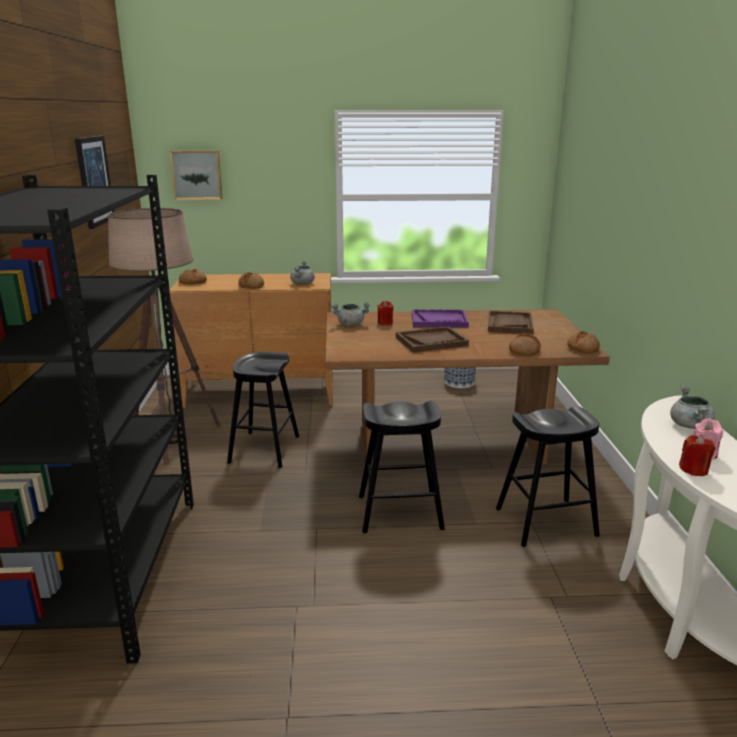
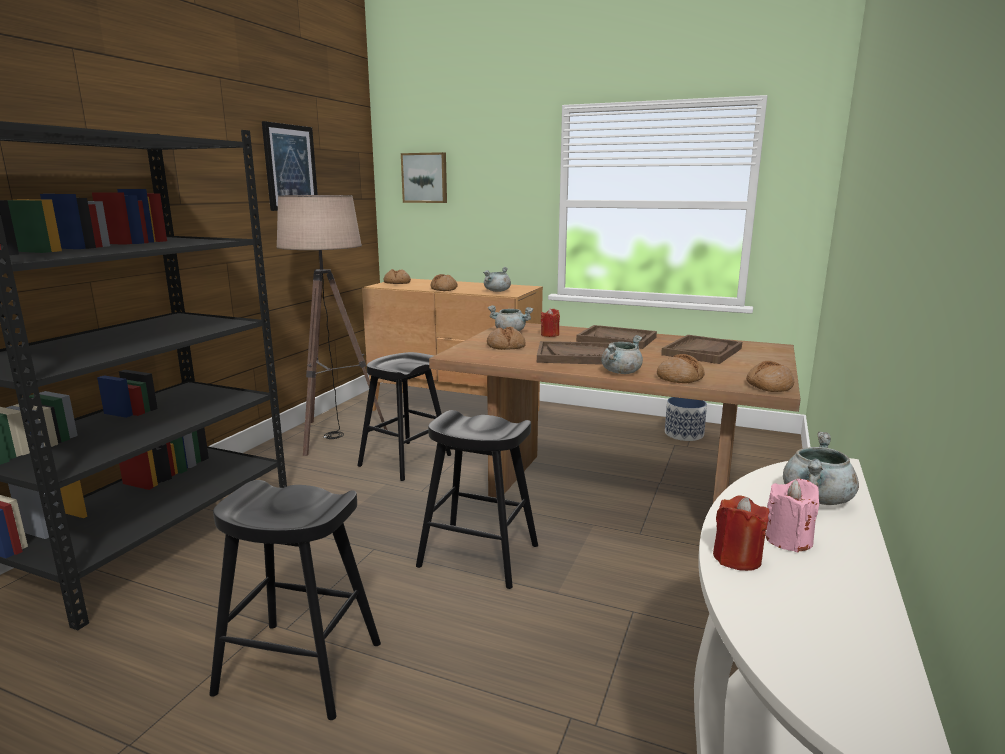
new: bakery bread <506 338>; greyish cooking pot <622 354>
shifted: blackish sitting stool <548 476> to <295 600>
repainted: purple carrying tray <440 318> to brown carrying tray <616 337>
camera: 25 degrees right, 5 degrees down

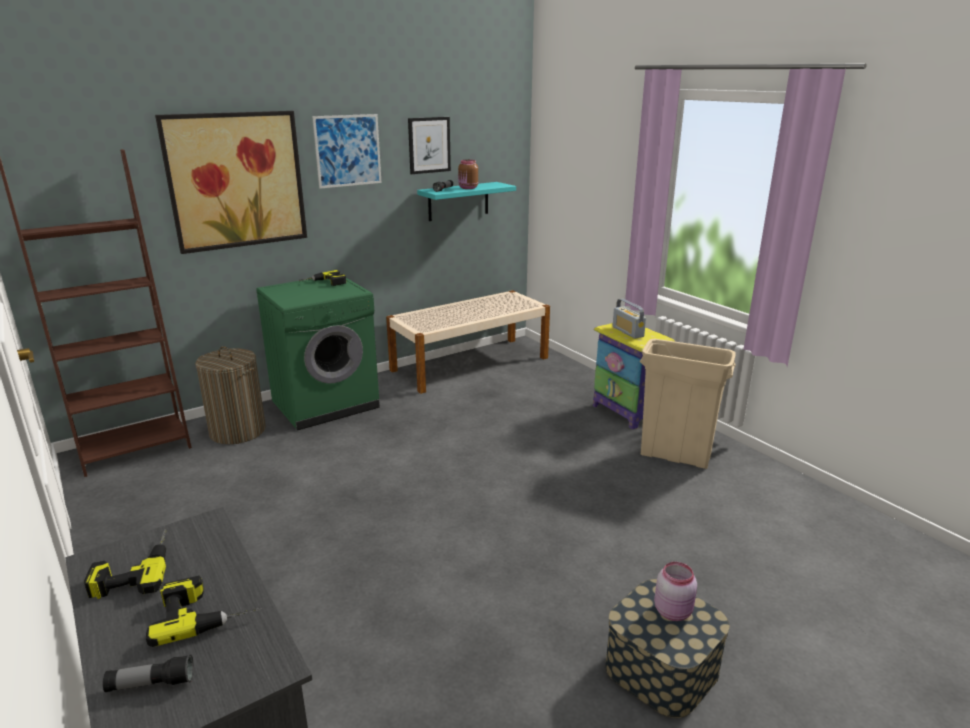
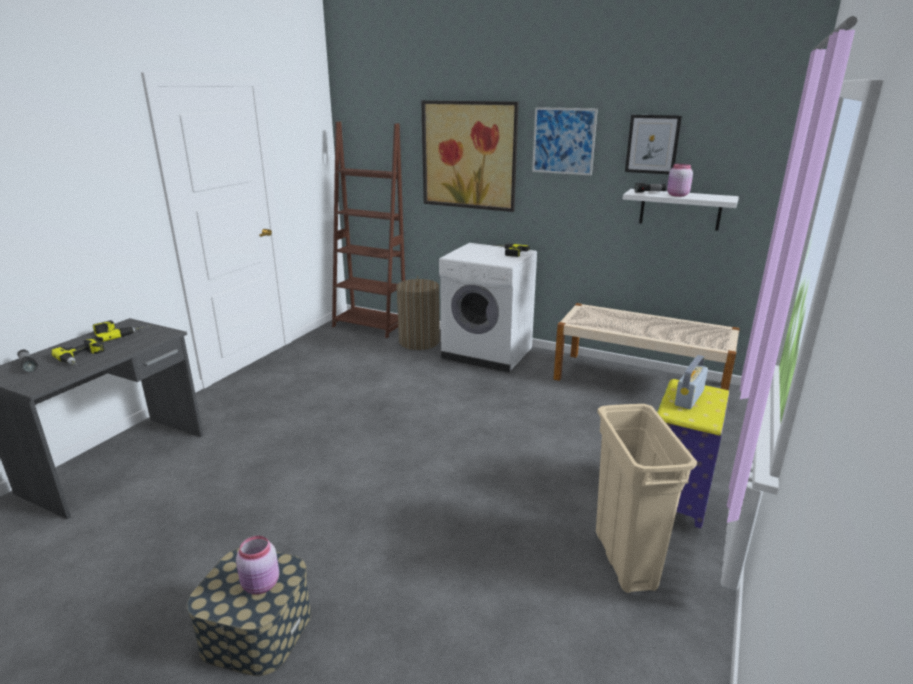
repainted: greenish laundry machine <318 354> to white laundry machine <488 307>; blue-green shelf <466 201> to white shelf <681 210>; brown preserve jar <468 174> to pinkish preserve jar <680 180>
camera: 60 degrees right, 0 degrees up

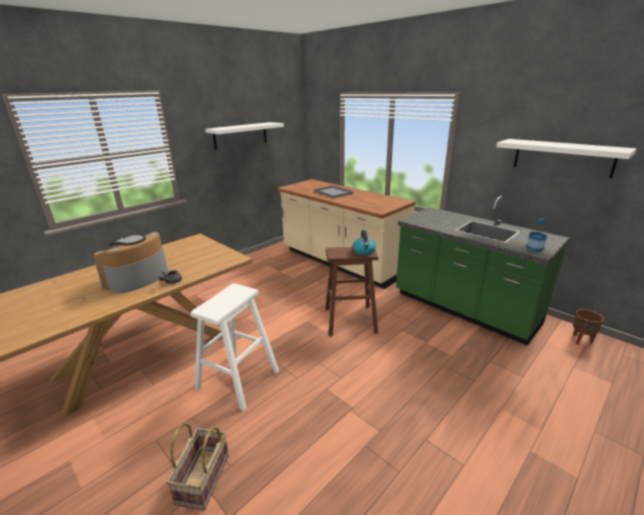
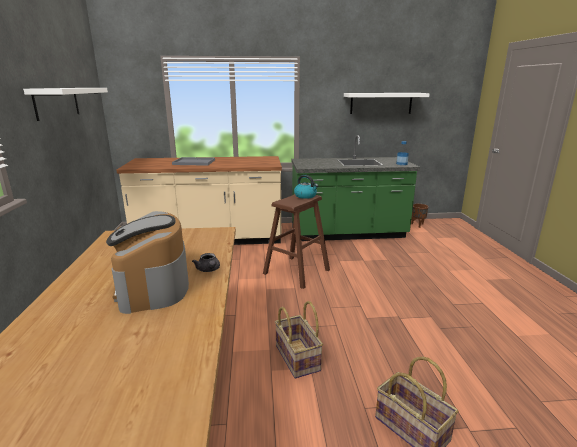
swapped: white sitting stool <234 347> to storage basket <299 339>
camera: 50 degrees left, 5 degrees down

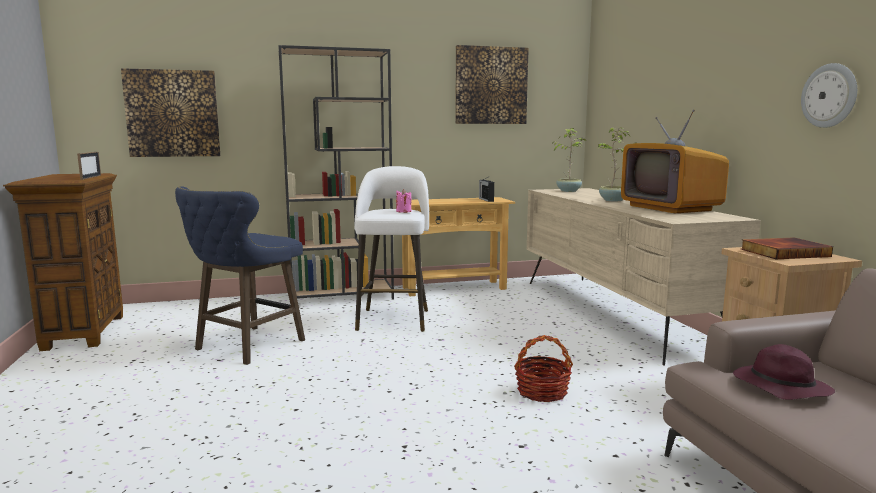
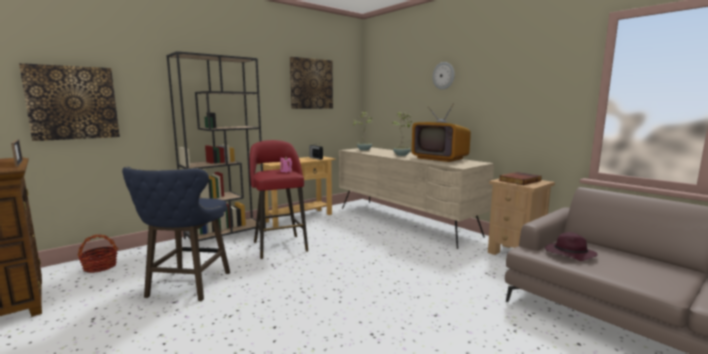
shifted: storage basket <543 368> to <98 254>; clock on the wall <829 95> to <443 76>
repainted: white sitting stool <391 249> to reddish sitting stool <279 199>
camera: 25 degrees left, 0 degrees up

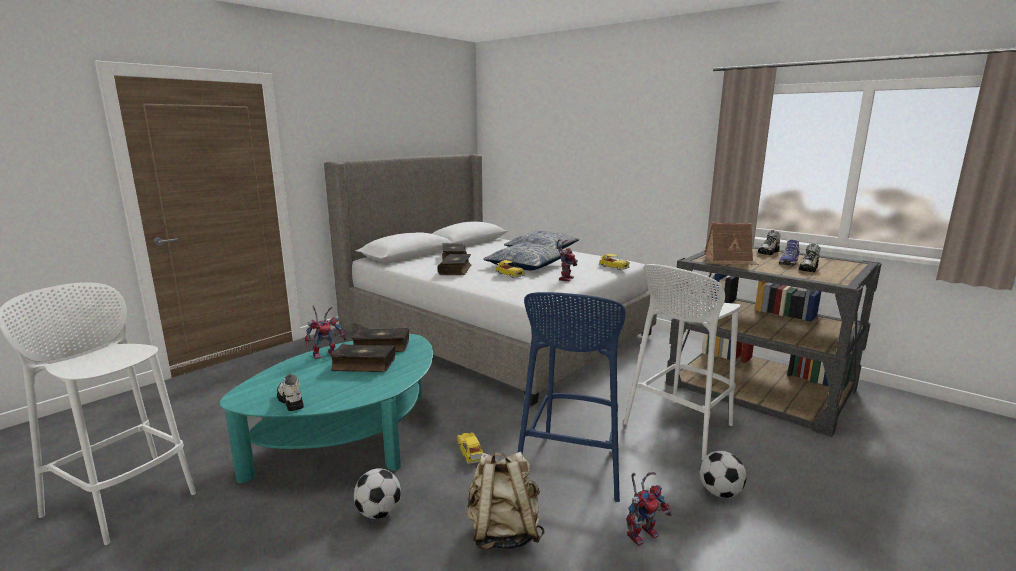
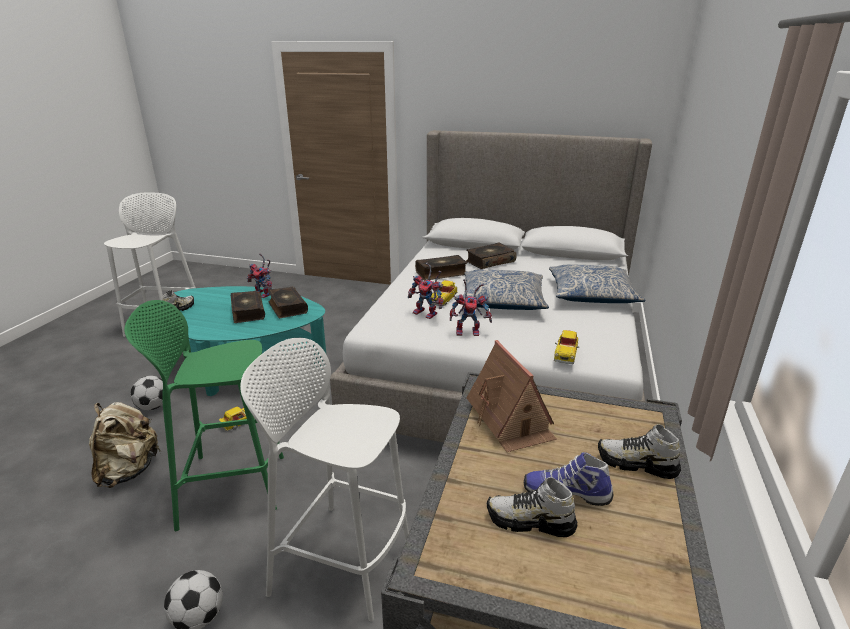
shifted: robot figure <648 509> to <425 291>
repainted: bluish sitting stool <572 397> to greenish sitting stool <204 415>
camera: 65 degrees right, 10 degrees up

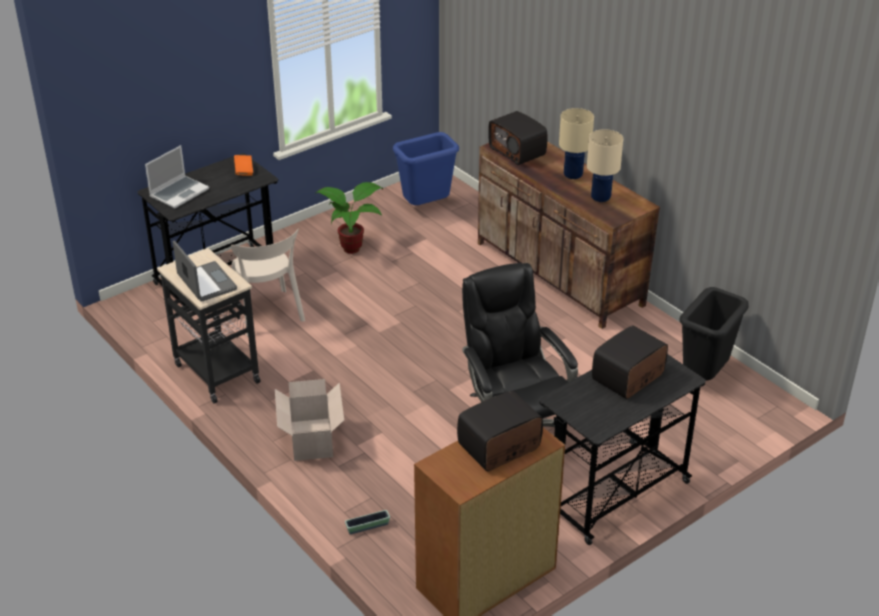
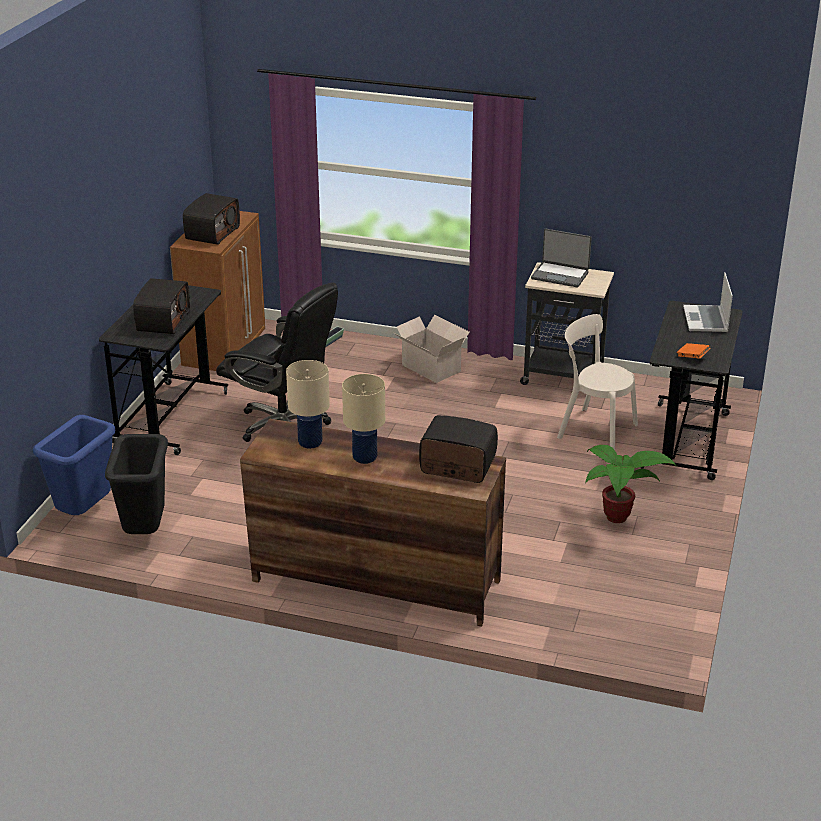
shifted: bluish rubbish bin <426 170> to <74 465>
camera: 145 degrees right, 5 degrees down

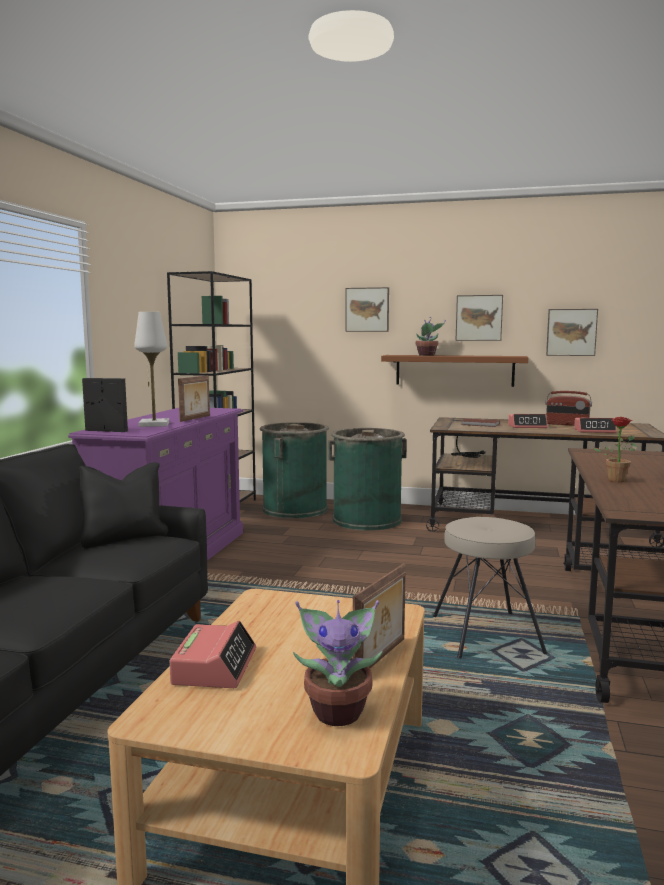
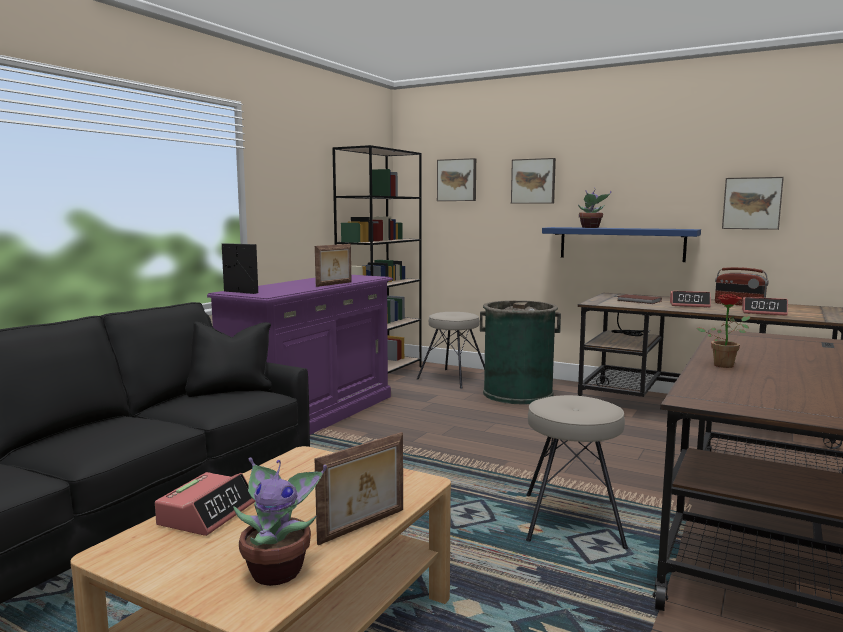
gone: white table lamp <151 369>
shifted: wall art <479 318> to <456 179>
swapped: greenish rubbish bin <294 470> to beige-coloured sitting stool <451 350>
repainted: brown shelf <454 371> to bluish shelf <621 244>
camera: 15 degrees right, 0 degrees up

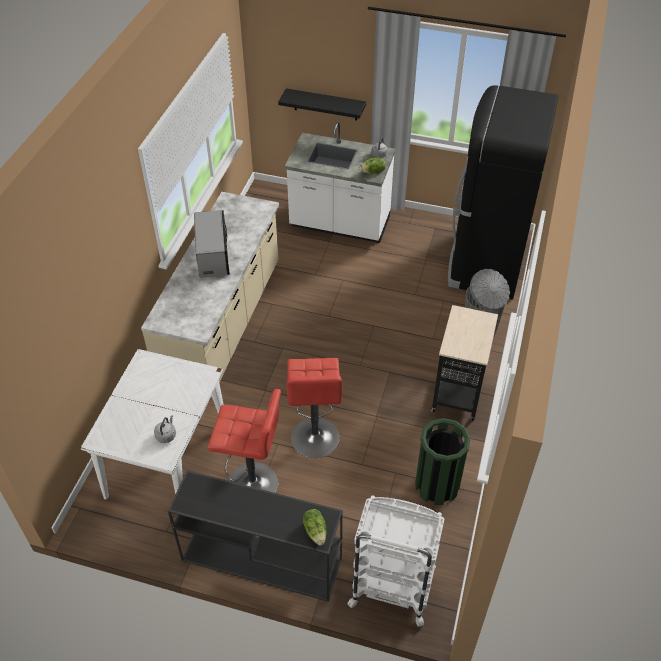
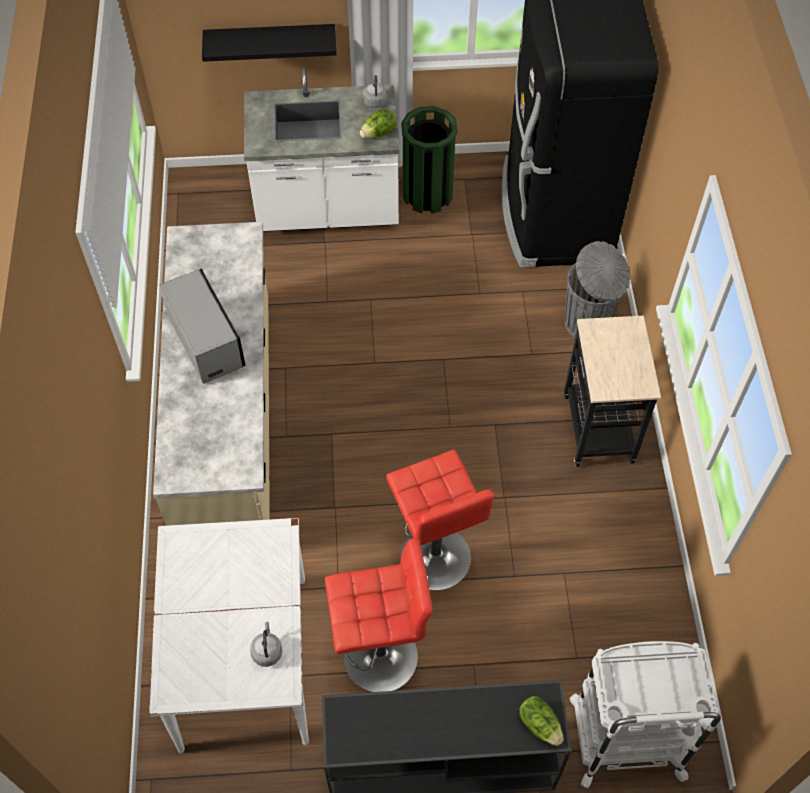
shifted: greenish rubbish bin <443 461> to <429 160>
camera: 20 degrees left, 10 degrees up

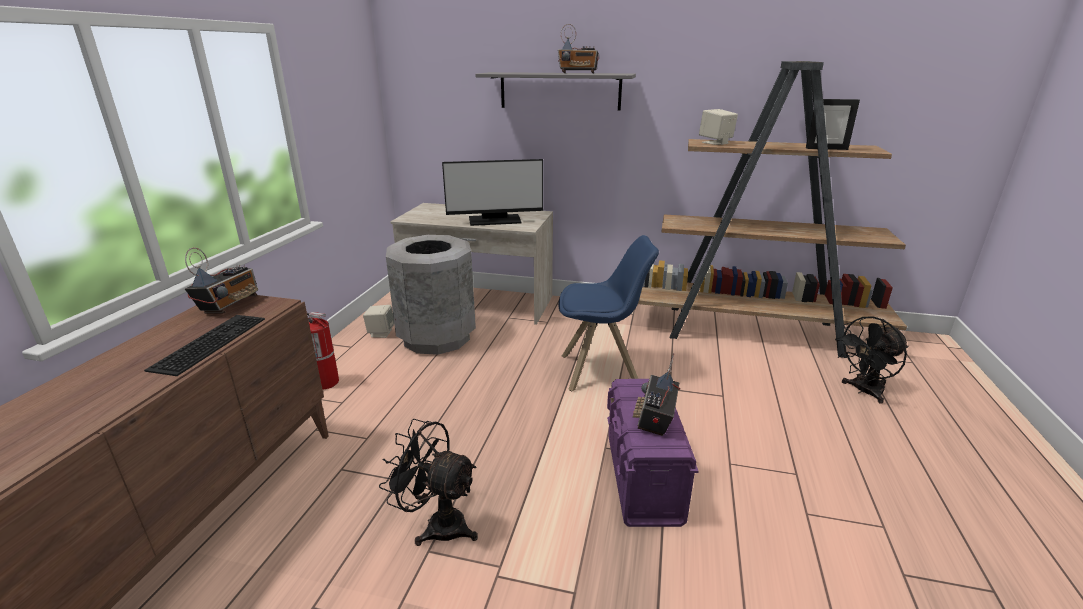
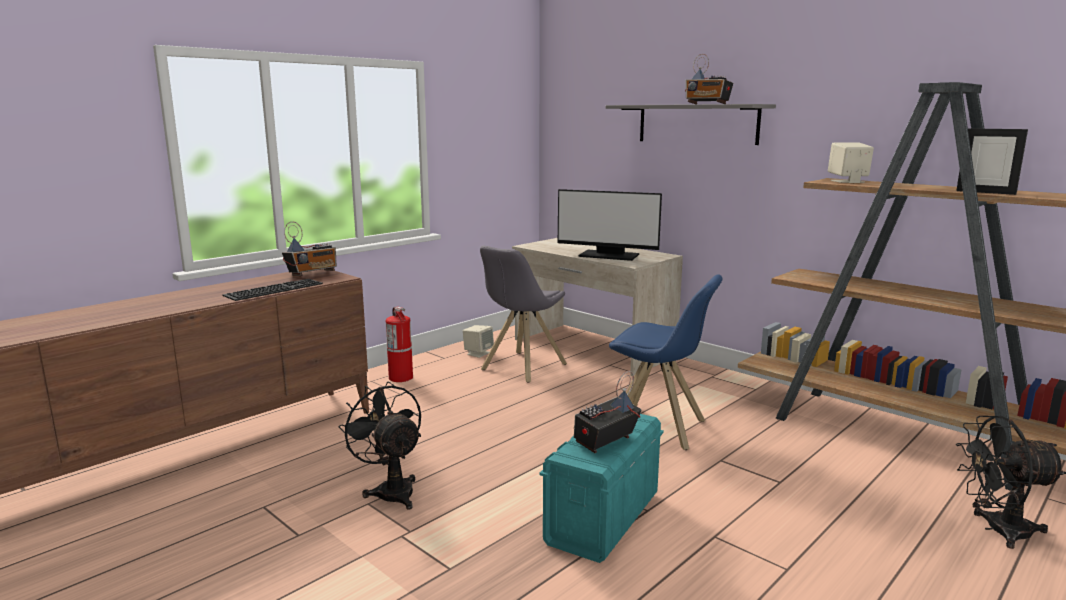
swapped: greyish rubbish bin <431 295> to greyish upright chair <523 314>
repainted: purple storage container <652 453> to blue-green storage container <601 488>
camera: 30 degrees right, 10 degrees down

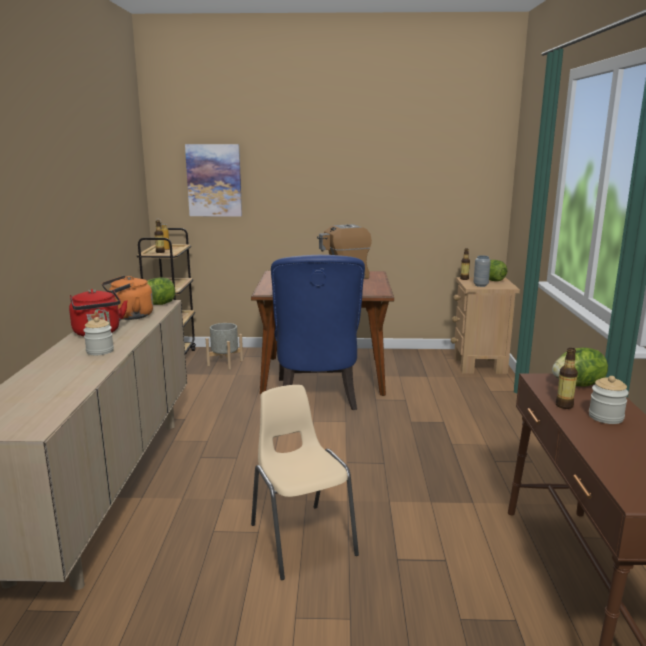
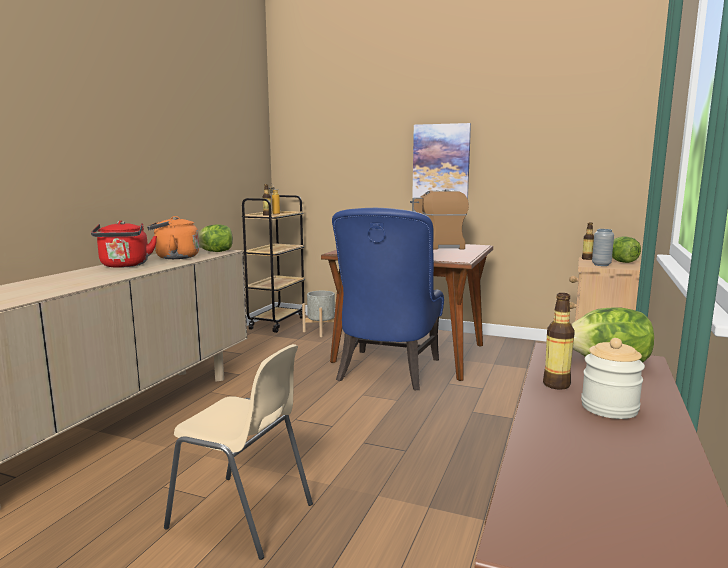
gone: preserve jar <98 336>
shifted: wall art <213 180> to <441 161>
rotated: beige-coloured upright chair <305 482> = <238 452> 120 degrees clockwise
camera: 20 degrees right, 5 degrees down

